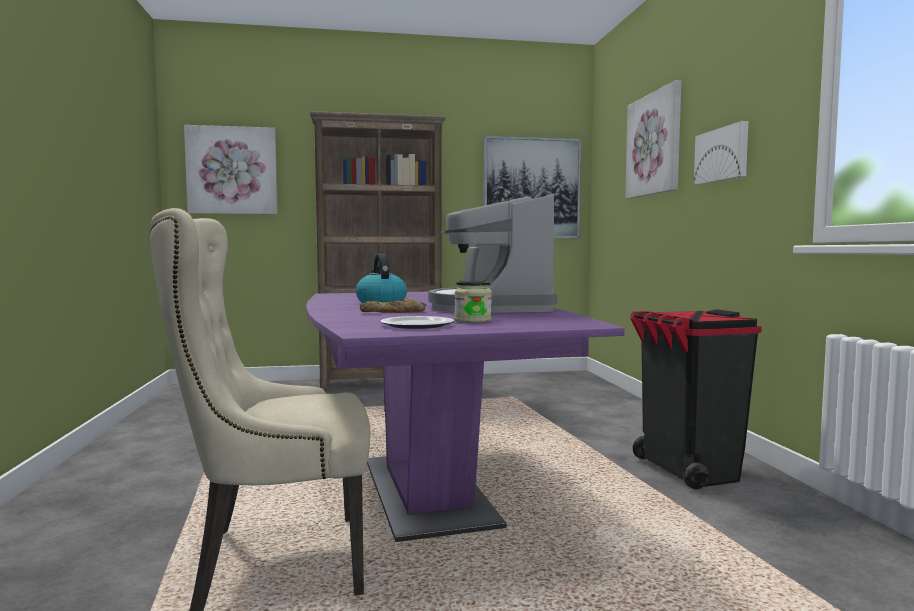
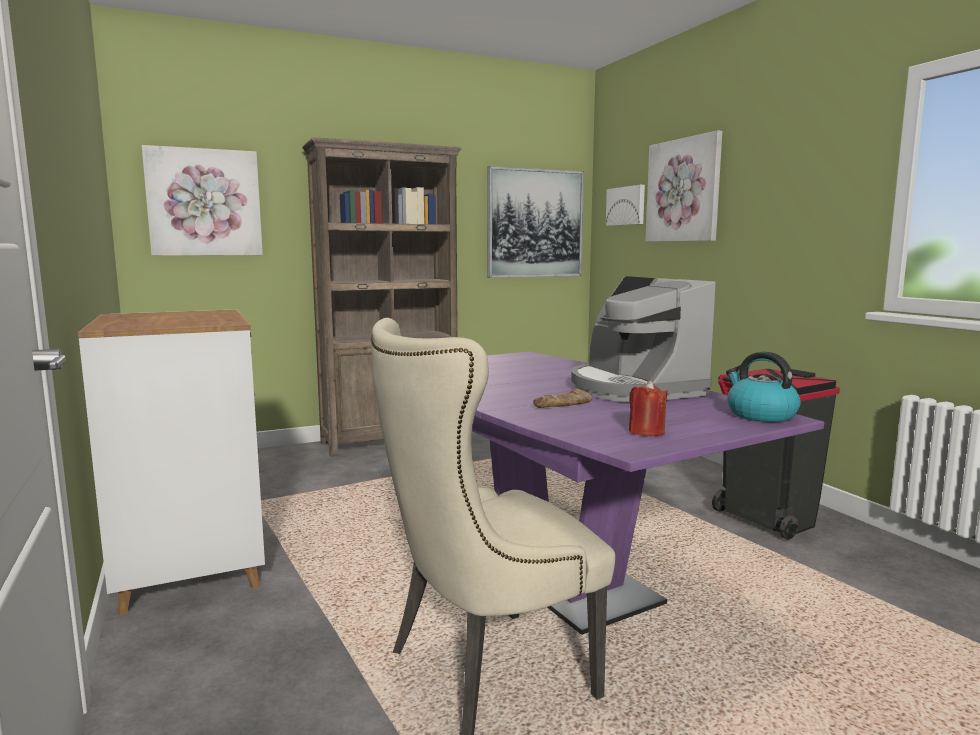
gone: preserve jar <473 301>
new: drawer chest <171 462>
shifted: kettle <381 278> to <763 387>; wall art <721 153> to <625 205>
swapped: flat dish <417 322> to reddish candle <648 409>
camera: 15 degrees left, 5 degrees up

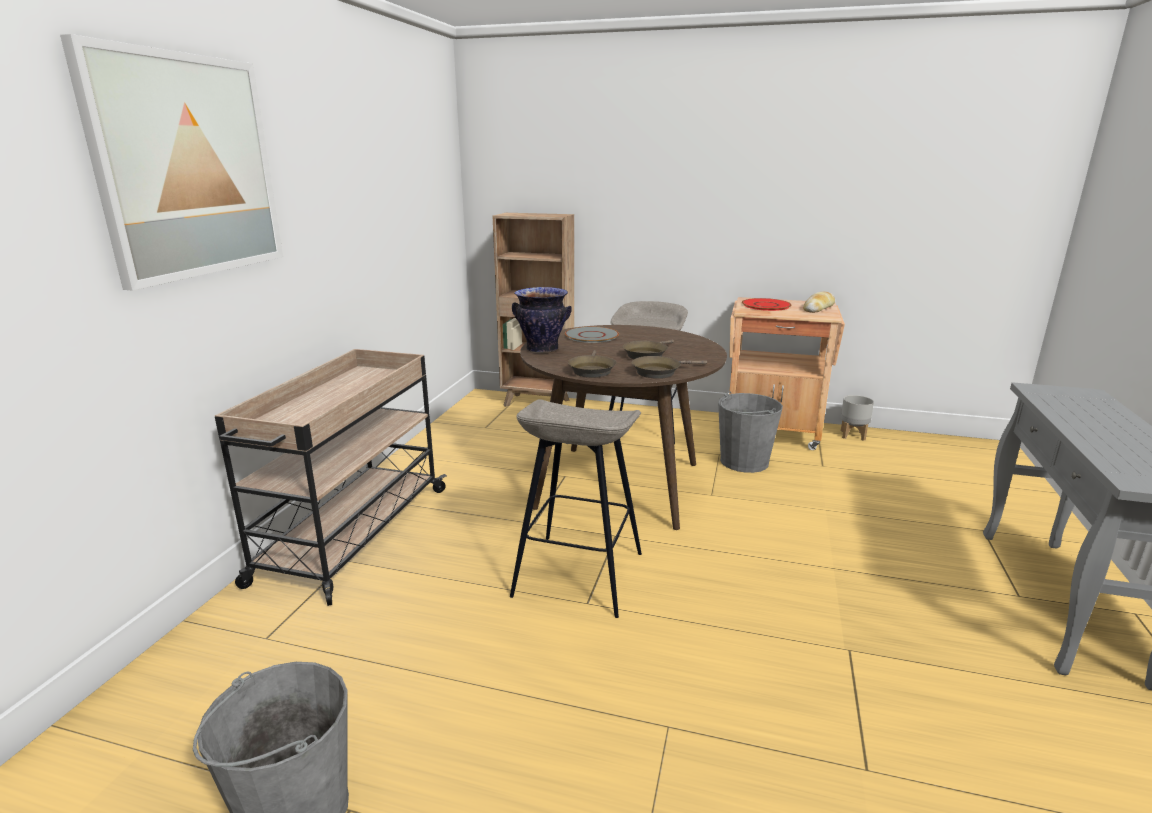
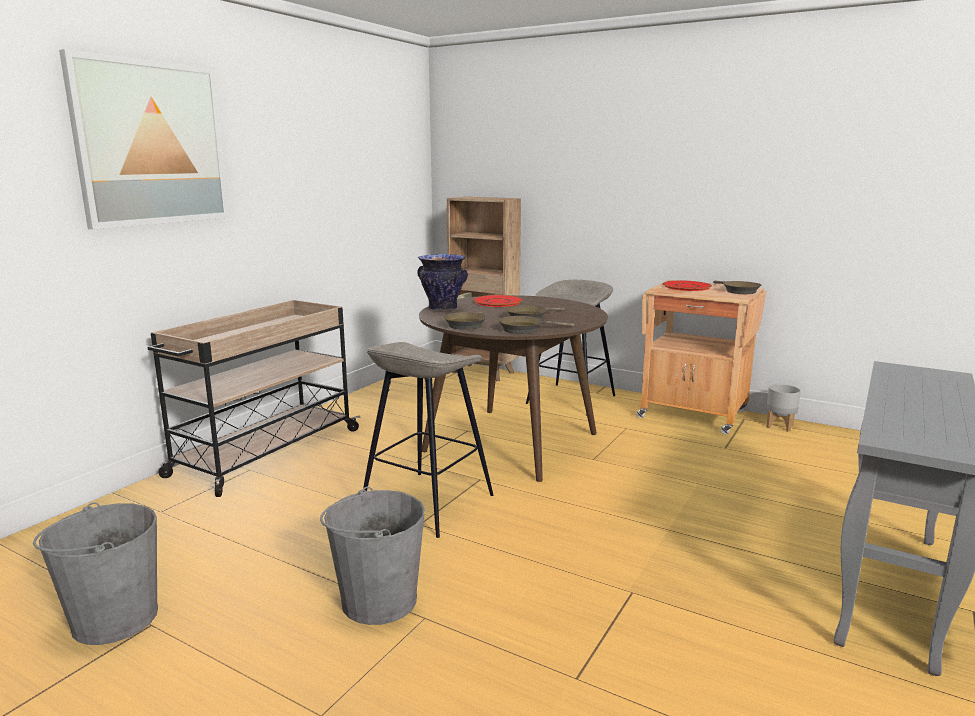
shifted: greyish water bucket <750 432> to <372 556>
swapped: bakery bread <819 302> to brown pan <737 287>
repainted: greyish flat dish <592 335> to reddish flat dish <498 301>
camera: 15 degrees right, 5 degrees down

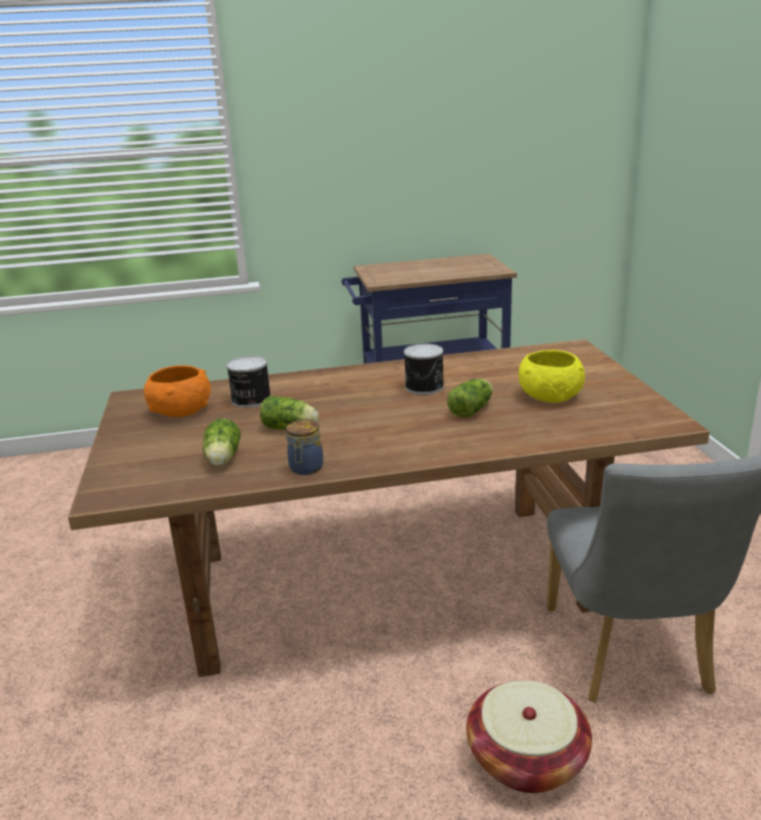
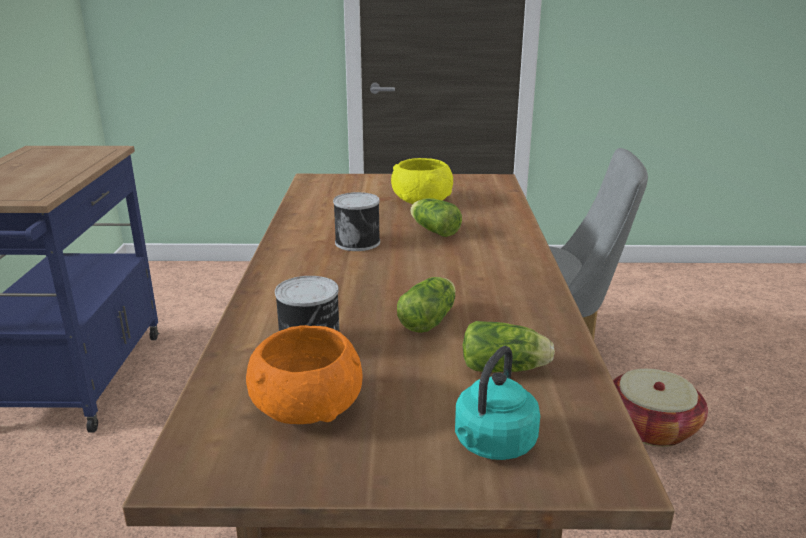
gone: preserve jar <304 447>
new: blue-green kettle <497 403>
camera: 80 degrees left, 0 degrees up

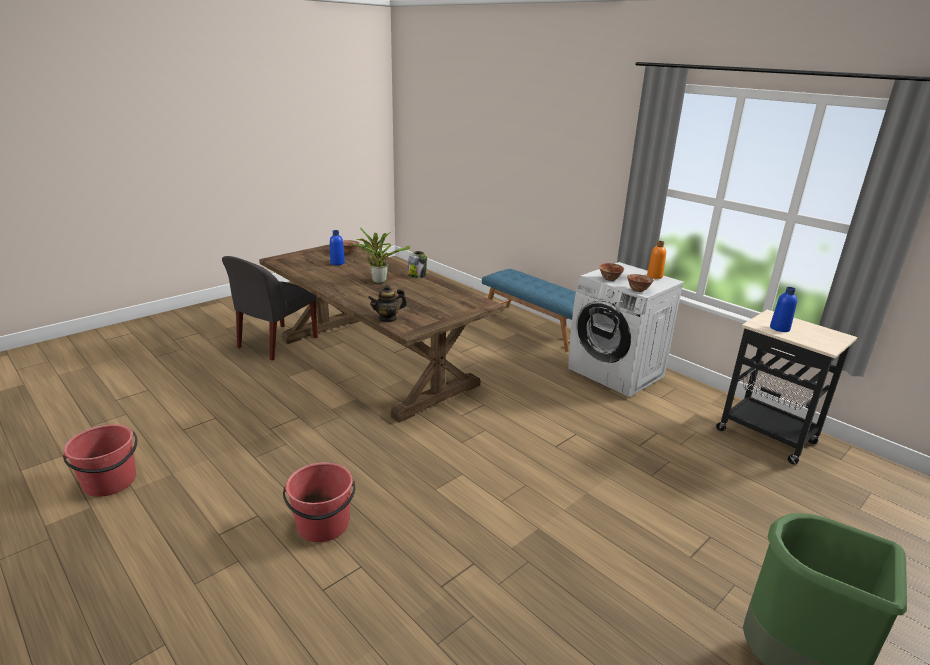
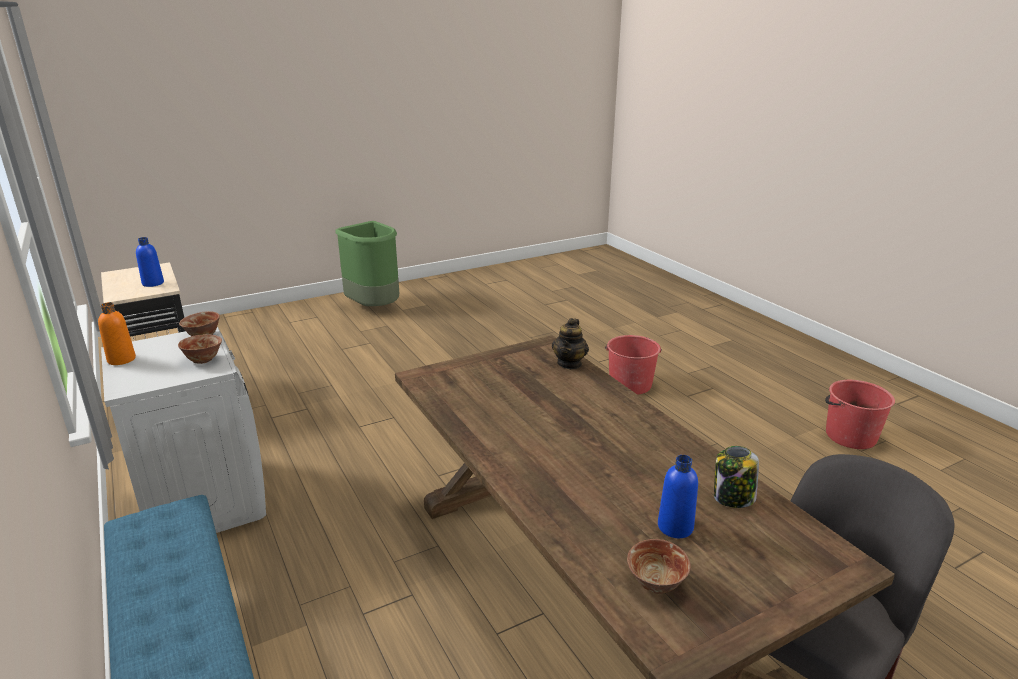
gone: houseplant <380 255>
shifted: preserve jar <417 264> to <736 477>
rotated: pot for tea <387 303> = <570 343> 120 degrees clockwise
camera: 165 degrees left, 0 degrees up

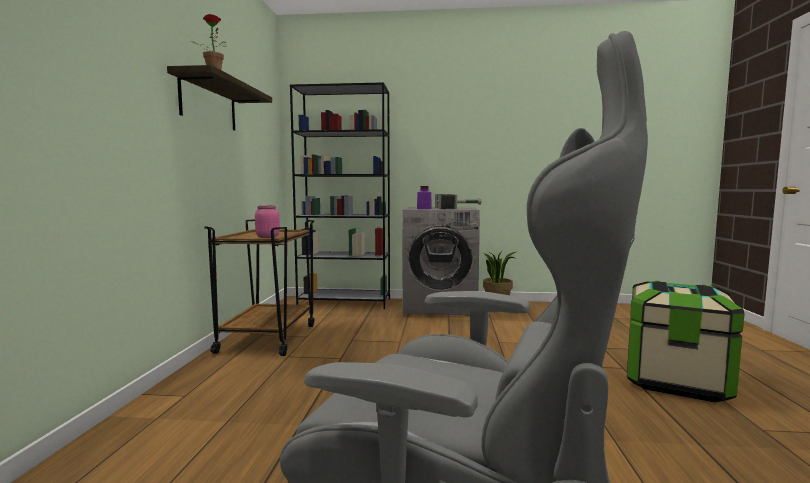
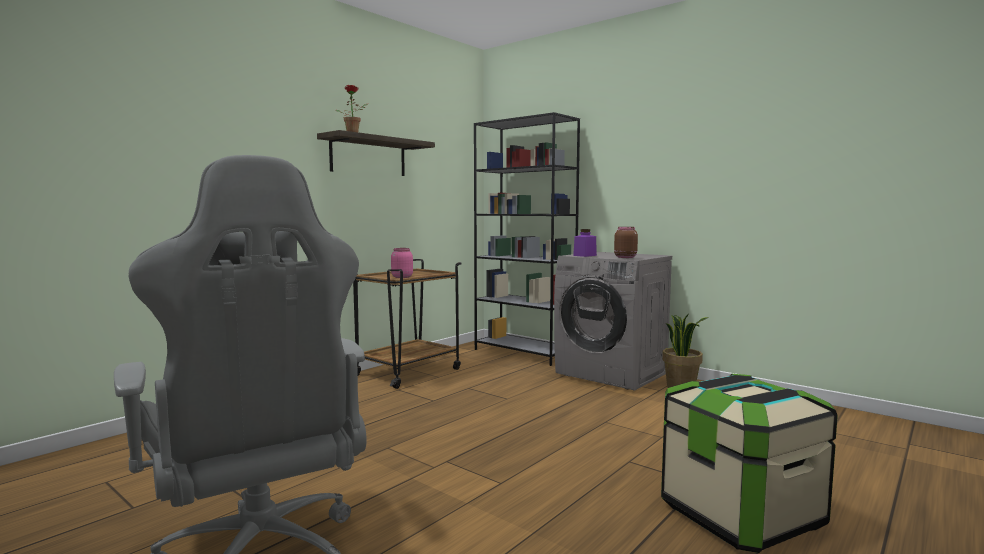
swapped: hand hammer <458 201> to brown preserve jar <626 242>
camera: 35 degrees right, 0 degrees up

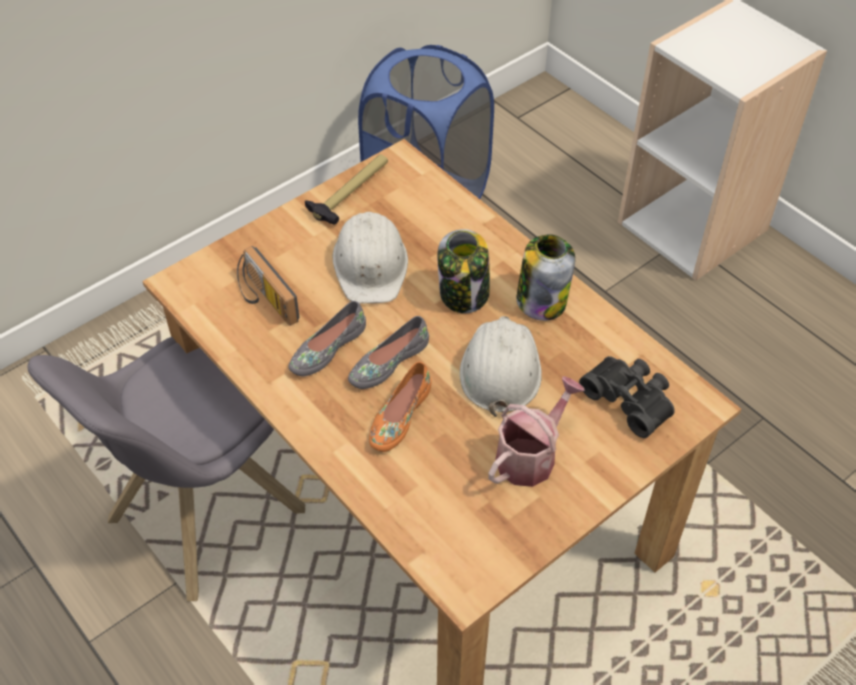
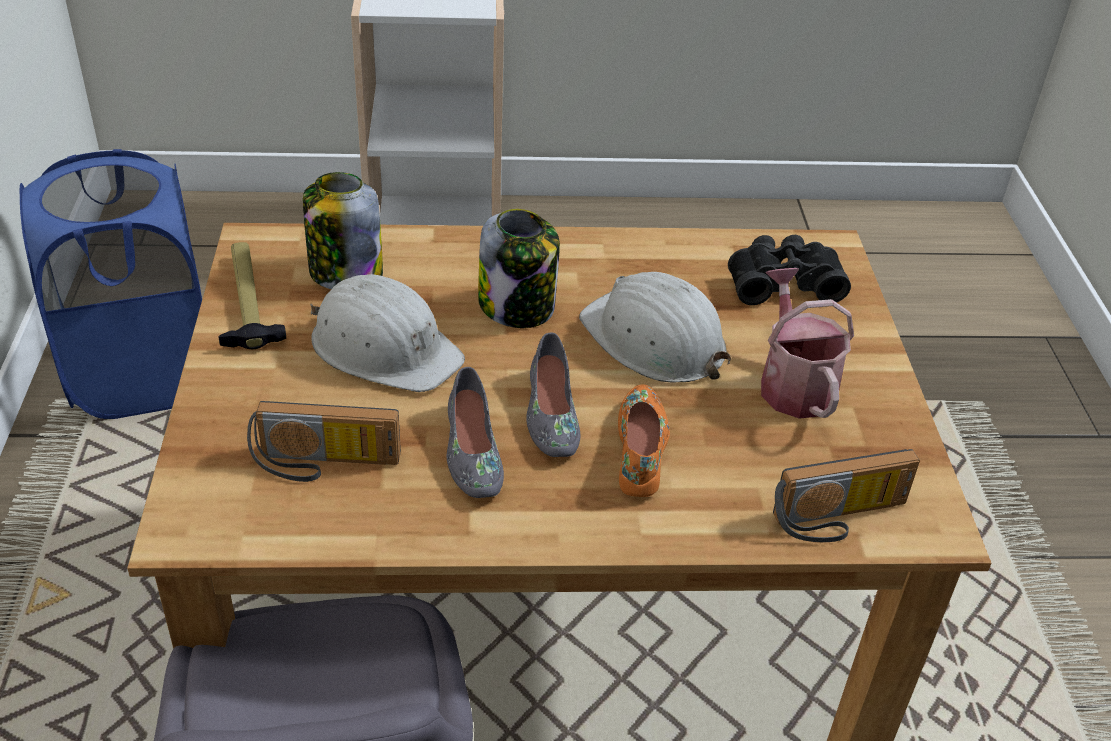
new: radio <846 495>
shifted: preserve jar <546 277> to <343 230>
rotated: orange-coloured item of footwear <400 407> = <644 441> 150 degrees counterclockwise
camera: 55 degrees left, 10 degrees down

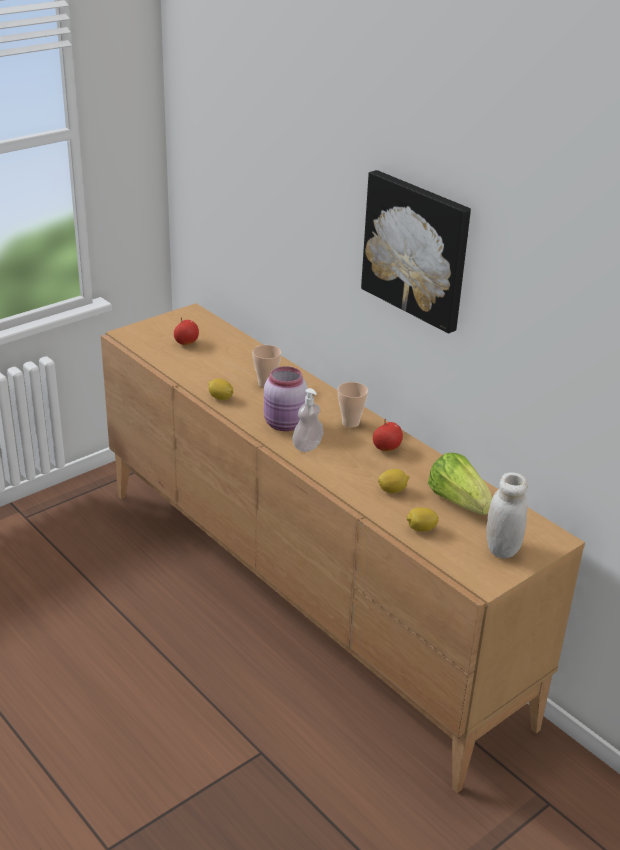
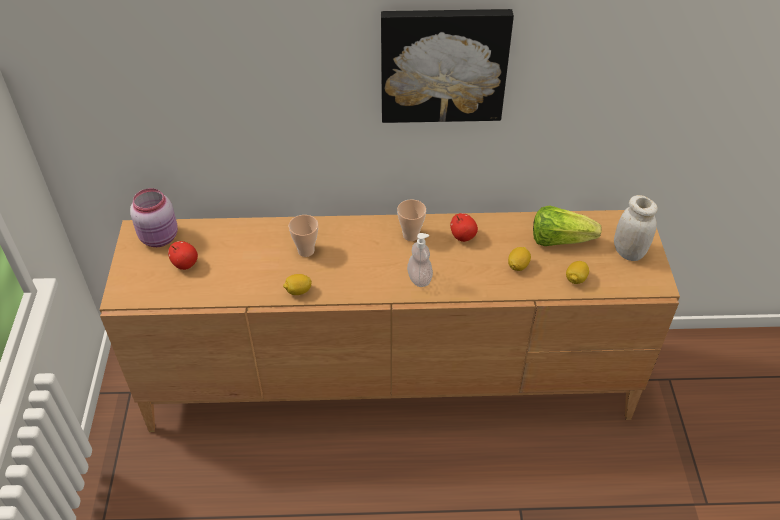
shifted: pinkish preserve jar <286 398> to <154 217>
camera: 50 degrees left, 15 degrees up

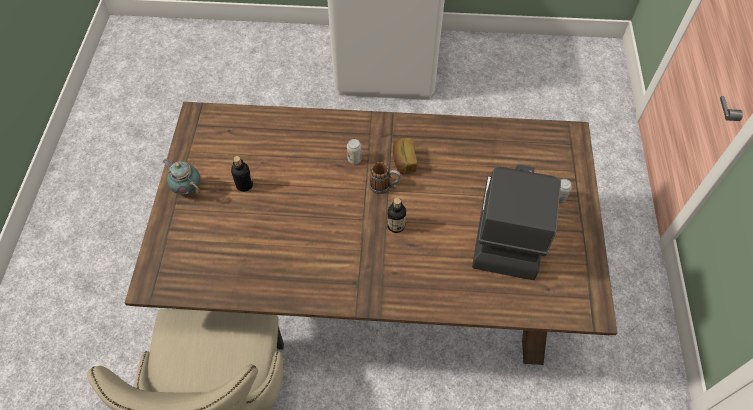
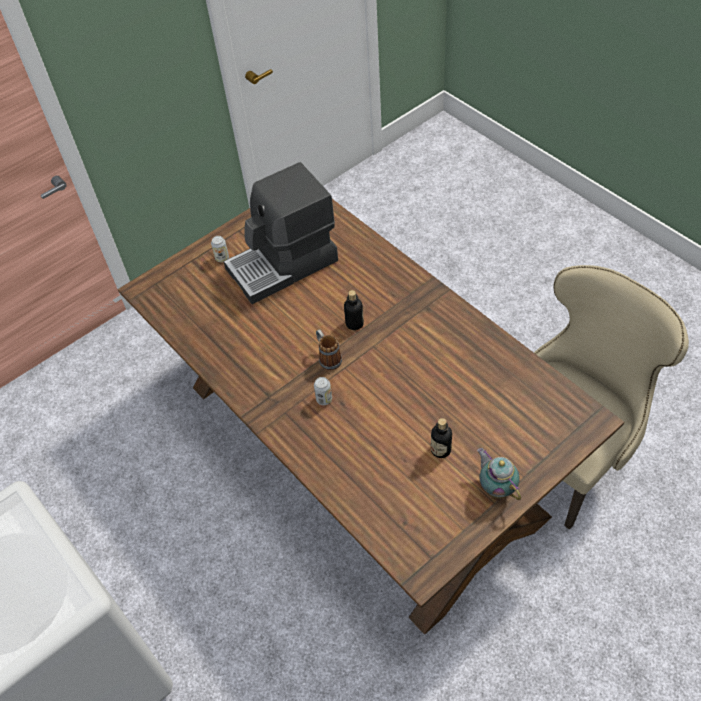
gone: bakery bread <405 156>
rotated: pot for tea <181 178> = <499 474> 150 degrees clockwise
camera: 130 degrees left, 5 degrees down

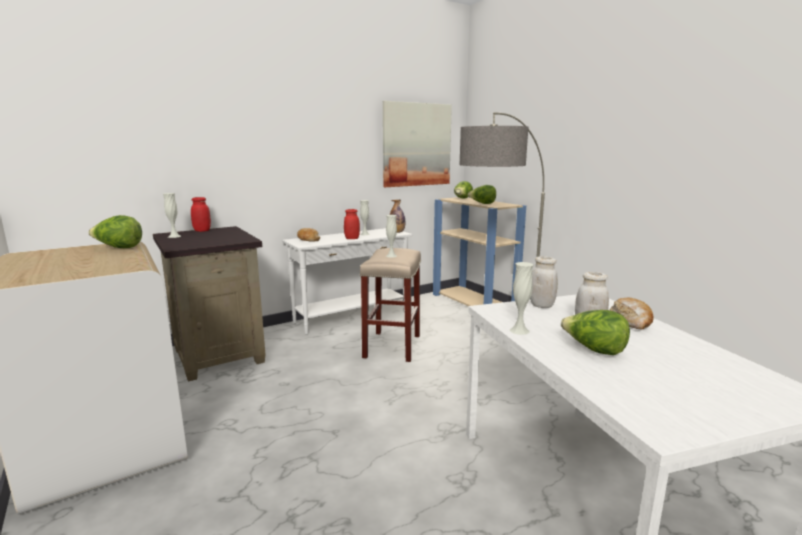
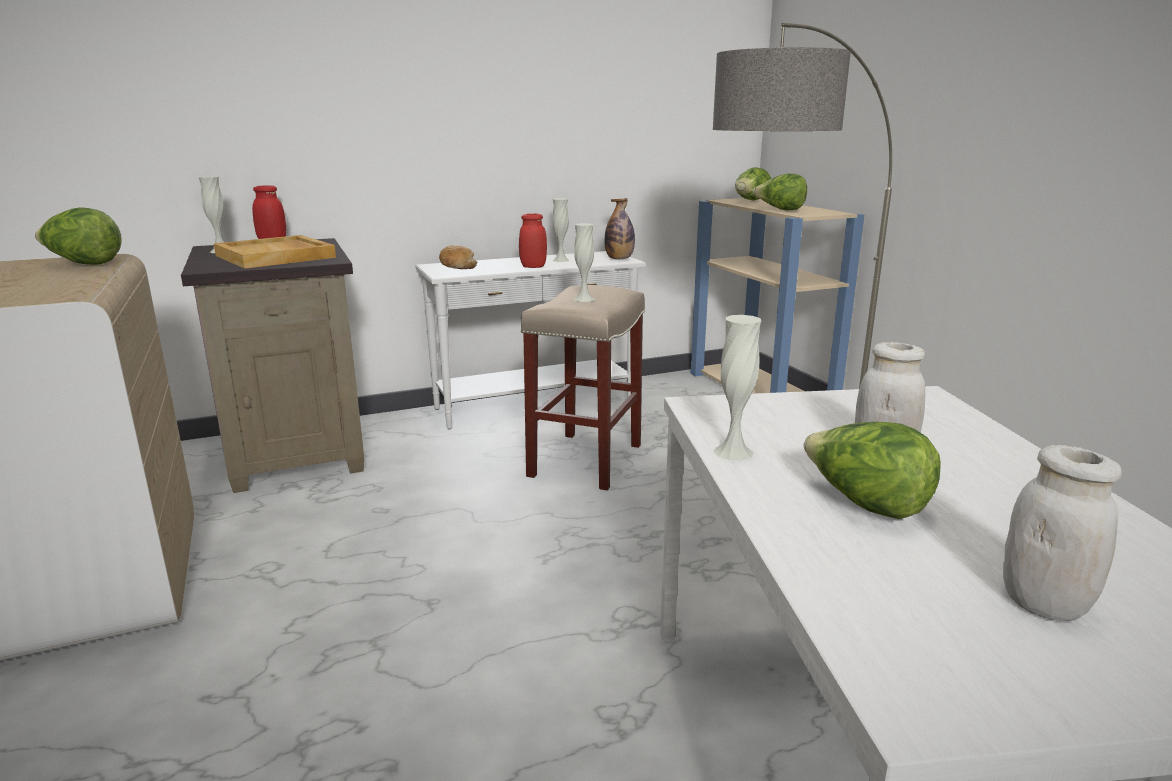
gone: wall art <417 144>; bakery bread <632 313>
new: beige-coloured carrying tray <275 252>
shifted: white preserve jar <544 282> to <1062 533>
camera: 10 degrees right, 5 degrees up

